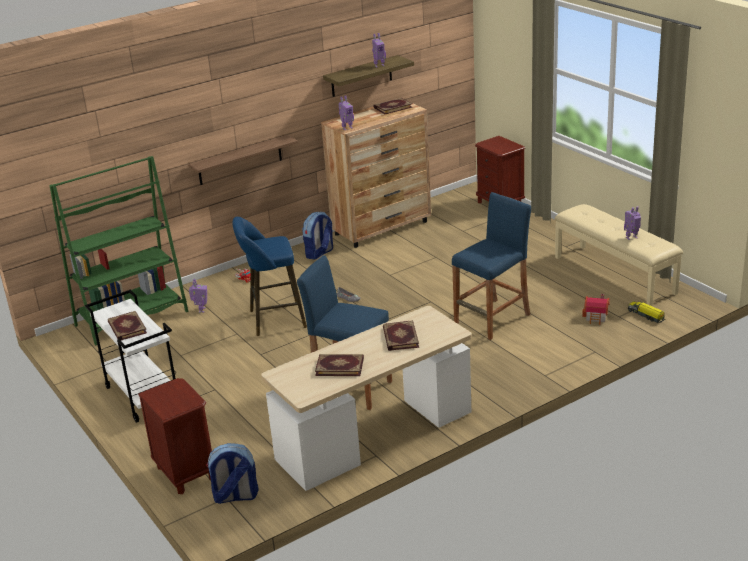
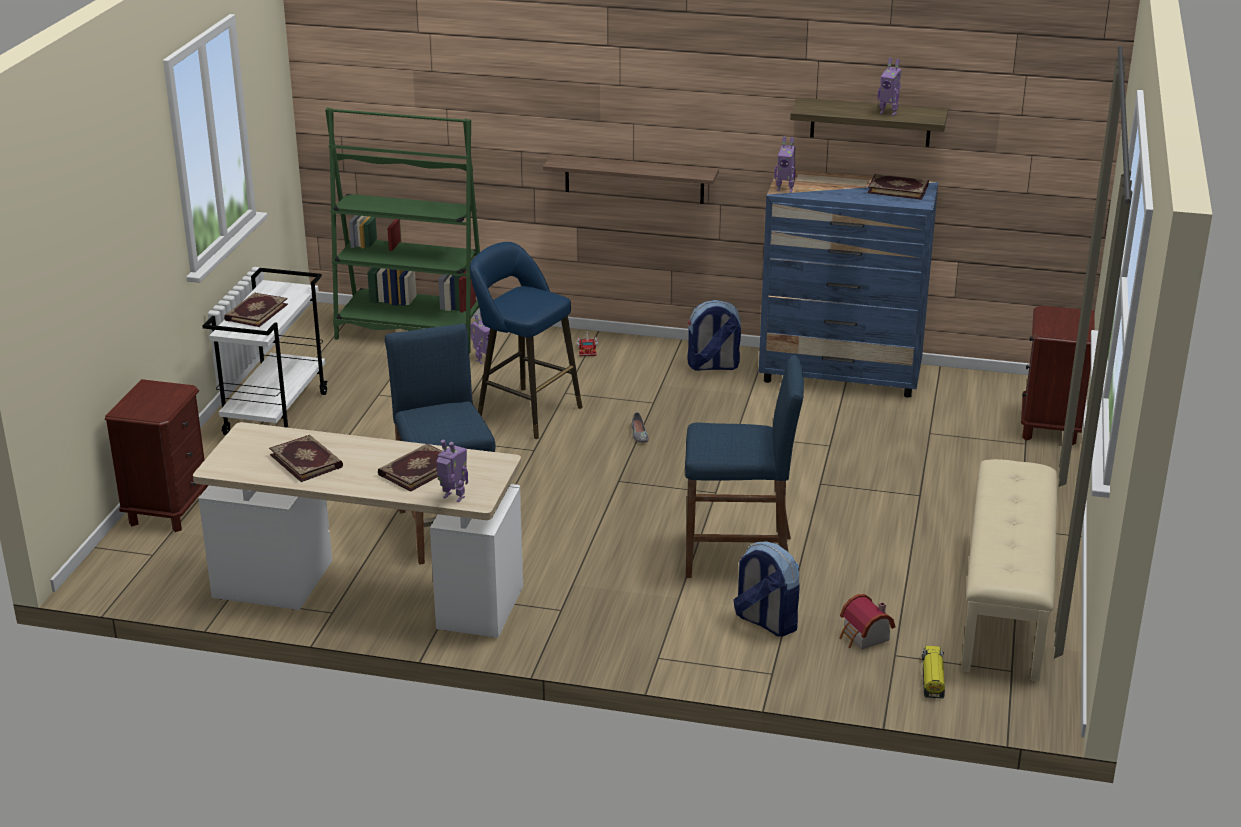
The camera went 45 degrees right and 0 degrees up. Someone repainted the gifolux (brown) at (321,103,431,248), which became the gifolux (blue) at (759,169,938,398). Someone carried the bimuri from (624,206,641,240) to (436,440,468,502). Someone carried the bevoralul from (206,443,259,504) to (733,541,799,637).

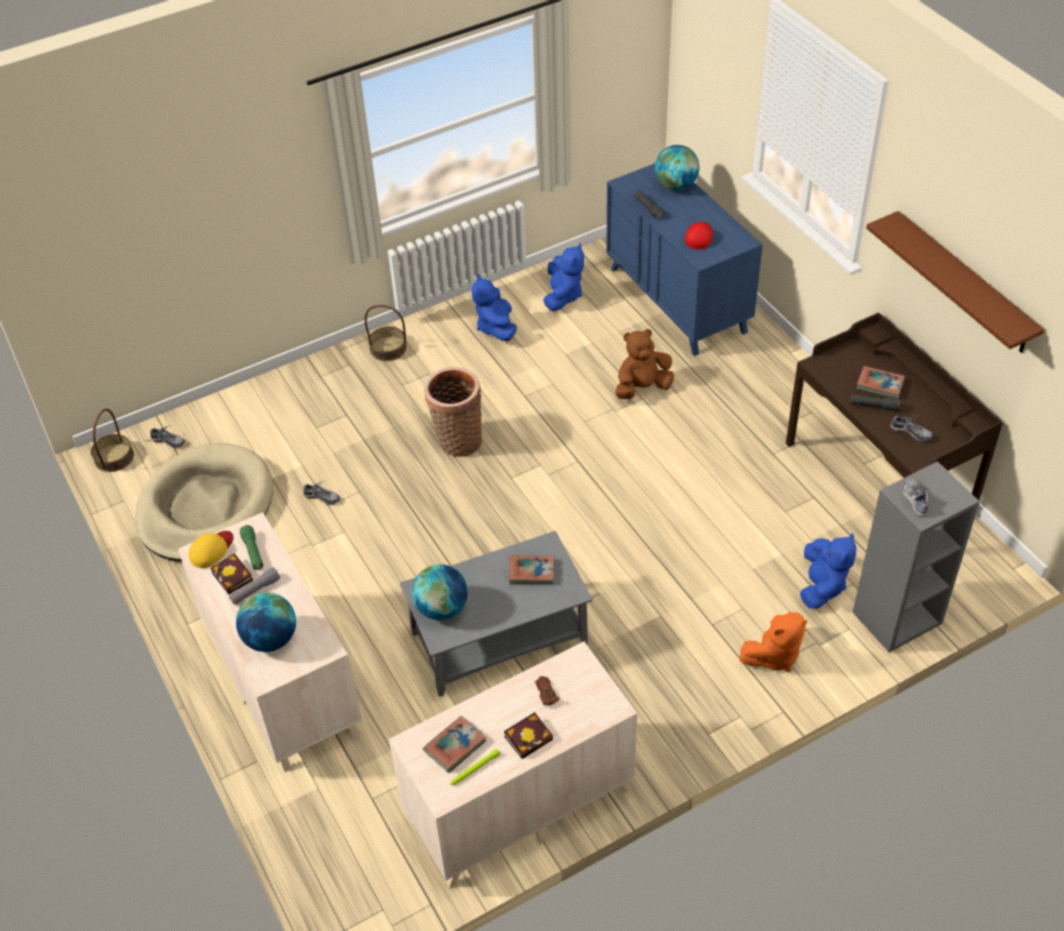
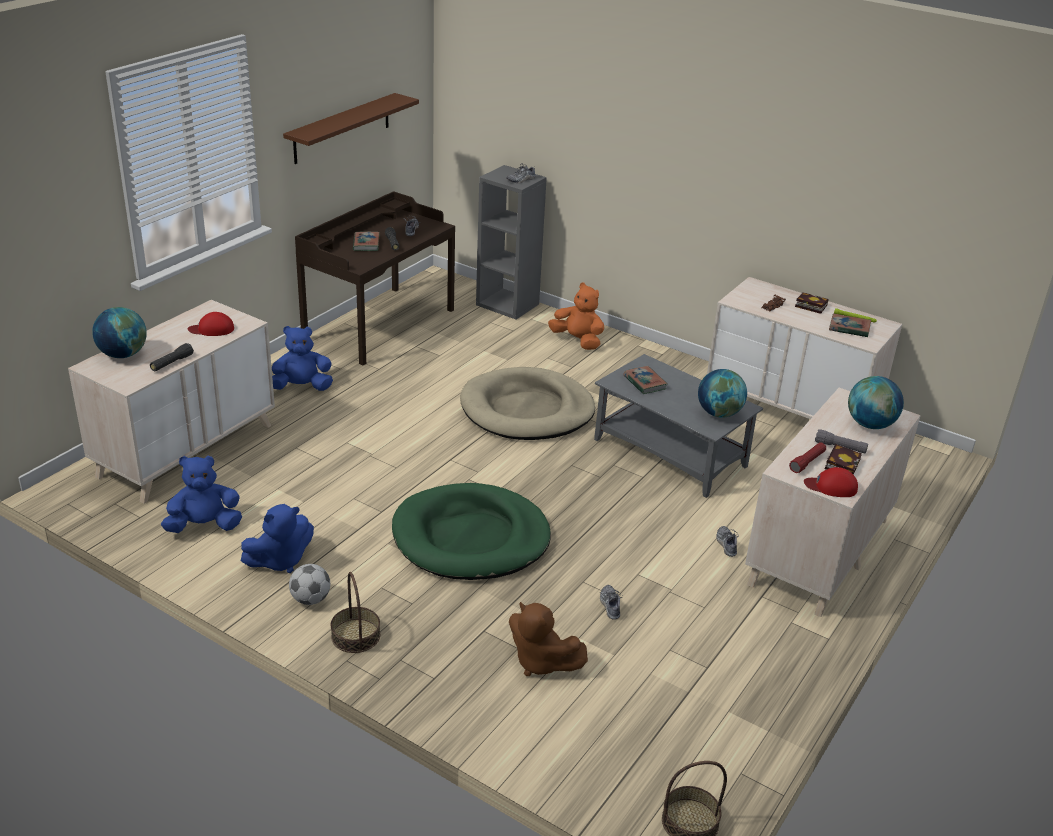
The camera went 120 degrees left and 15 degrees down. Someone repainted the gifolux (blue) at (606,163,762,356), which became the gifolux (beige) at (68,300,275,504). Someone carried the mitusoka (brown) from (615,329,674,399) to (509,602,588,676). Someone swapped the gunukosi at (424,367,482,457) for the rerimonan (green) at (392,483,551,580). Someone carried the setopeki from (150,426,185,448) to (716,526,739,557). Someone carried the rerimonan (beige) from (135,443,273,562) to (460,367,595,440). Someone repainted the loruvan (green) at (240,525,263,570), which became the loruvan (red) at (789,442,826,473). Someone repainted the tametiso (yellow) at (188,531,233,568), which became the tametiso (red) at (804,467,858,497). Someone carried the mitusoka (blue) from (800,533,856,609) to (272,326,333,391). Someone put down the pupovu at (289,564,330,605).

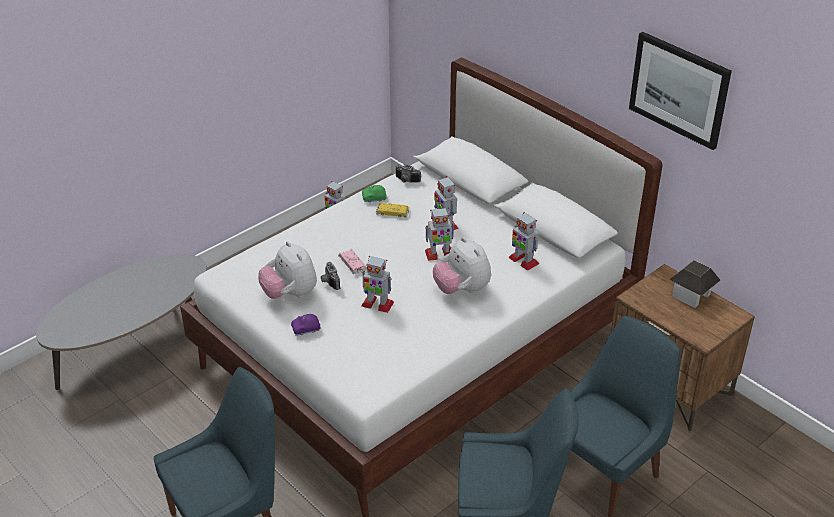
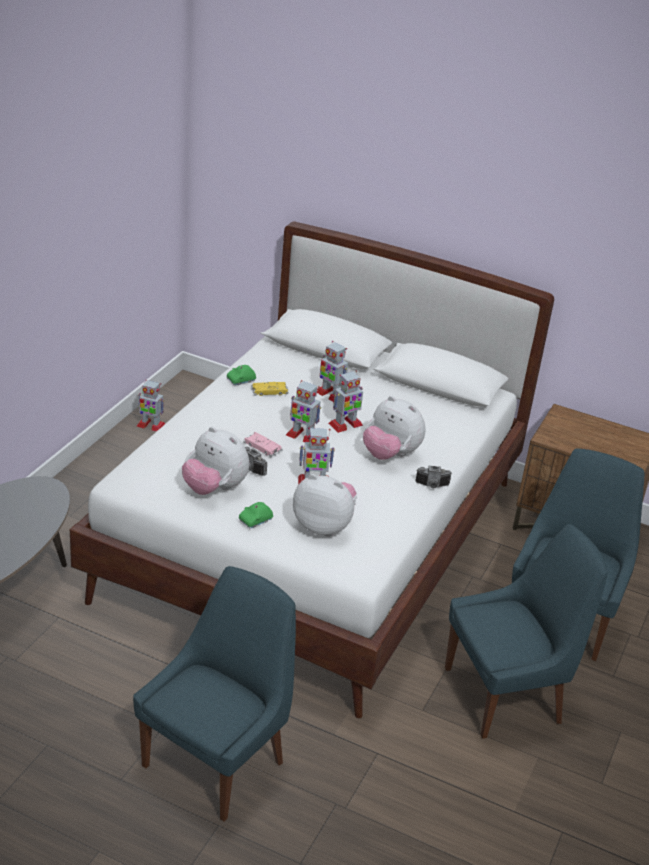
The camera went 25 degrees left and 5 degrees down. Someone took away the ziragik at (629,32,732,150). Someone carried the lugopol from (396,165,421,183) to (415,466,452,488). Someone carried the bimuri from (508,212,539,271) to (286,380,321,442). Someone took away the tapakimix at (669,260,720,308). Someone repainted the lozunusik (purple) at (291,314,321,336), which became the lozunusik (green) at (239,502,273,529). Someone put down the mitusoka at (293,474,357,537).

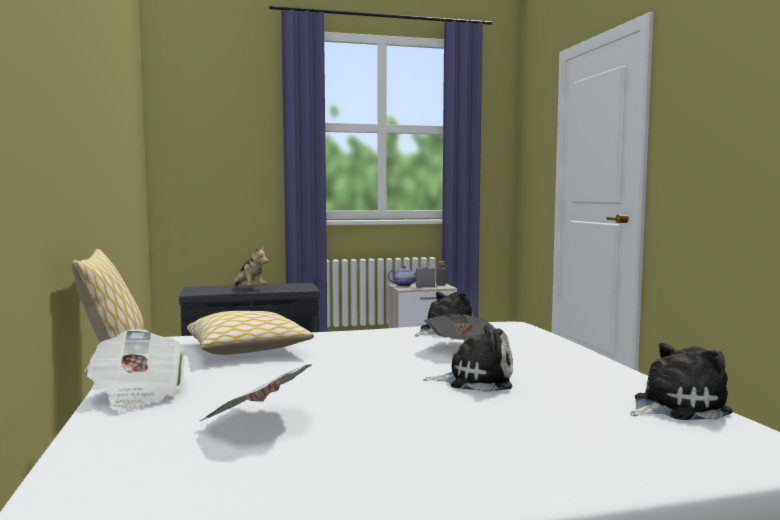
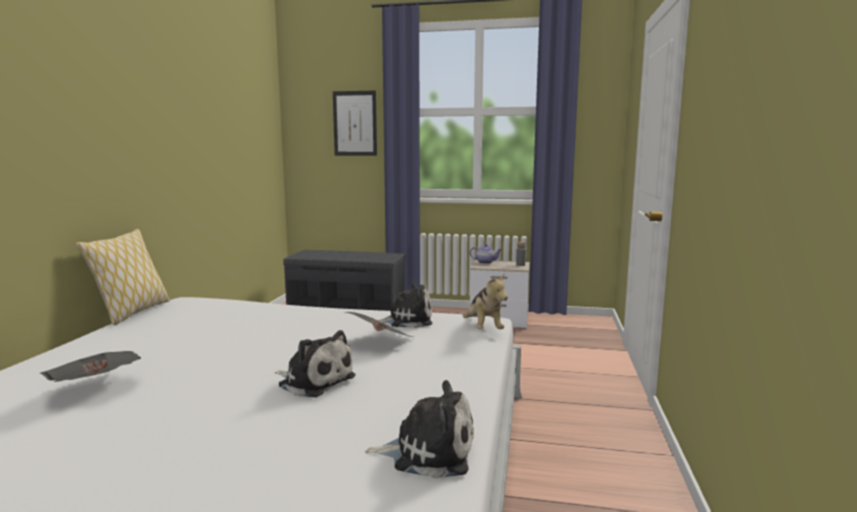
The camera went 25 degrees right and 5 degrees up. Someone carried the mitusoka from (234,246,268,286) to (463,273,508,329). Someone took away the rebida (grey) at (416,263,435,288). Someone took away the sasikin at (187,311,314,355). Someone took away the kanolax at (85,329,186,412). Someone put up the ziragik at (333,90,377,156).

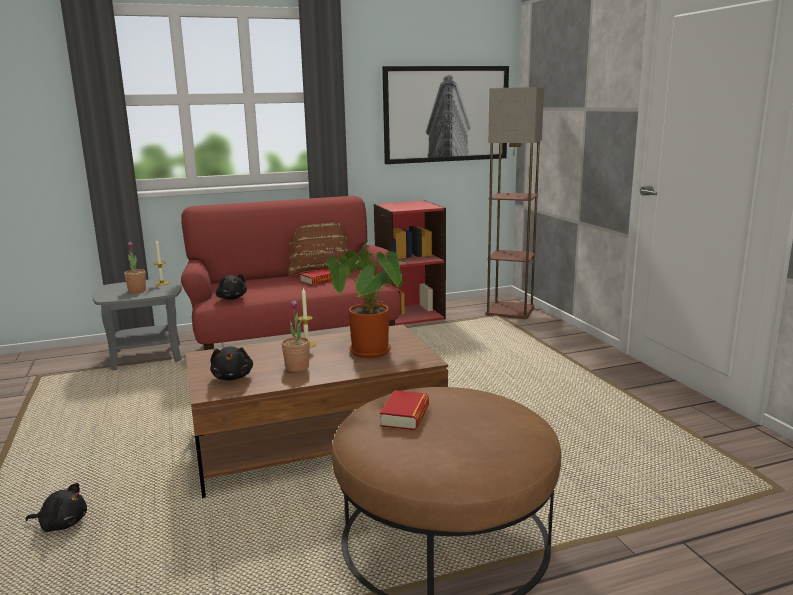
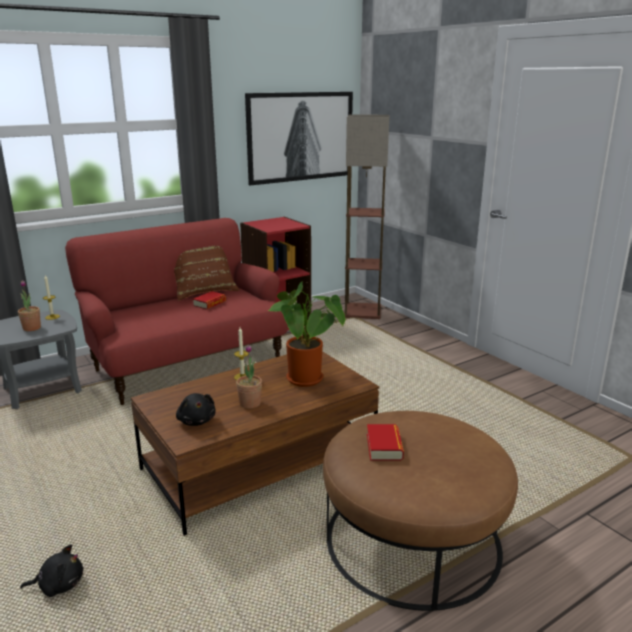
The camera went 15 degrees left and 5 degrees up. Someone took away the mitusoka (black) at (216,274,247,300).

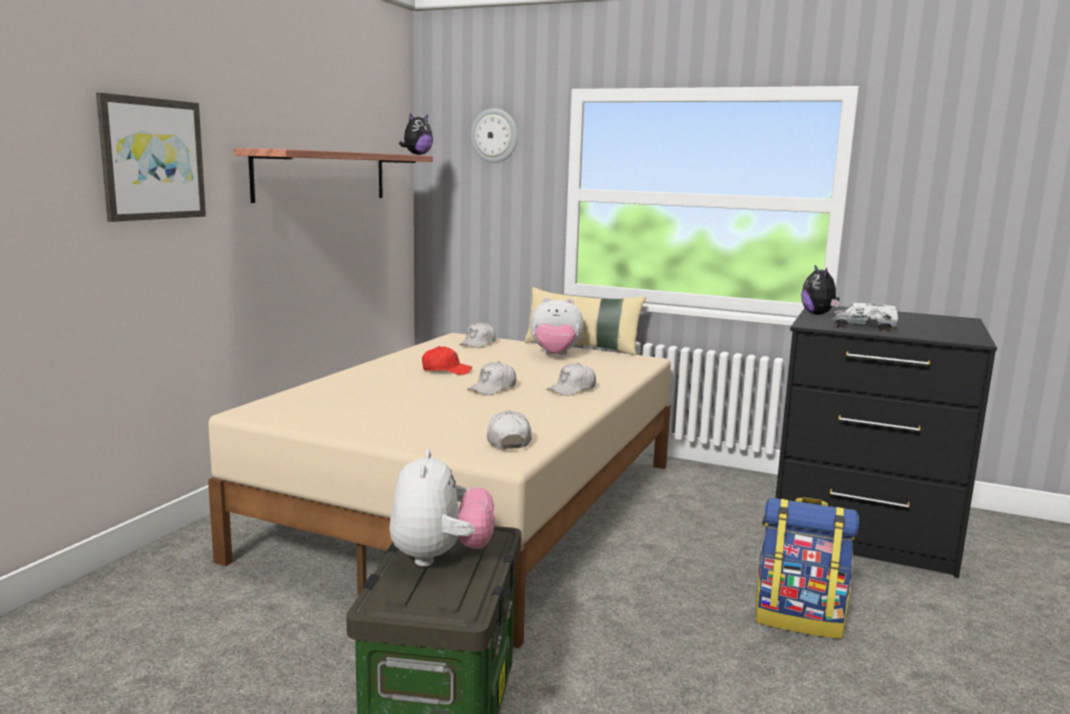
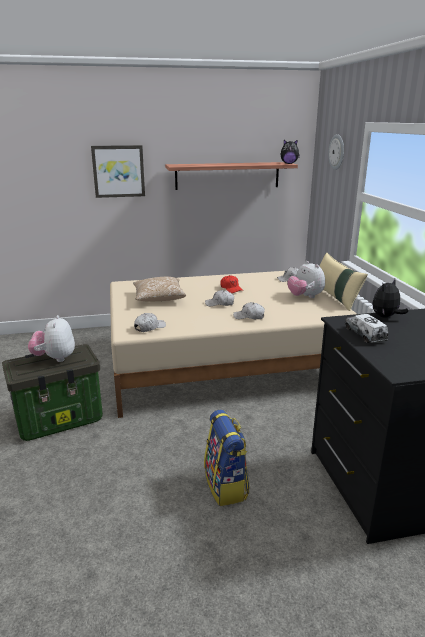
The camera went 55 degrees right and 10 degrees up. Someone rotated the mitusoka at (389,449,495,567) by 120 degrees clockwise. Someone put down the sasikin at (133,277,186,301).

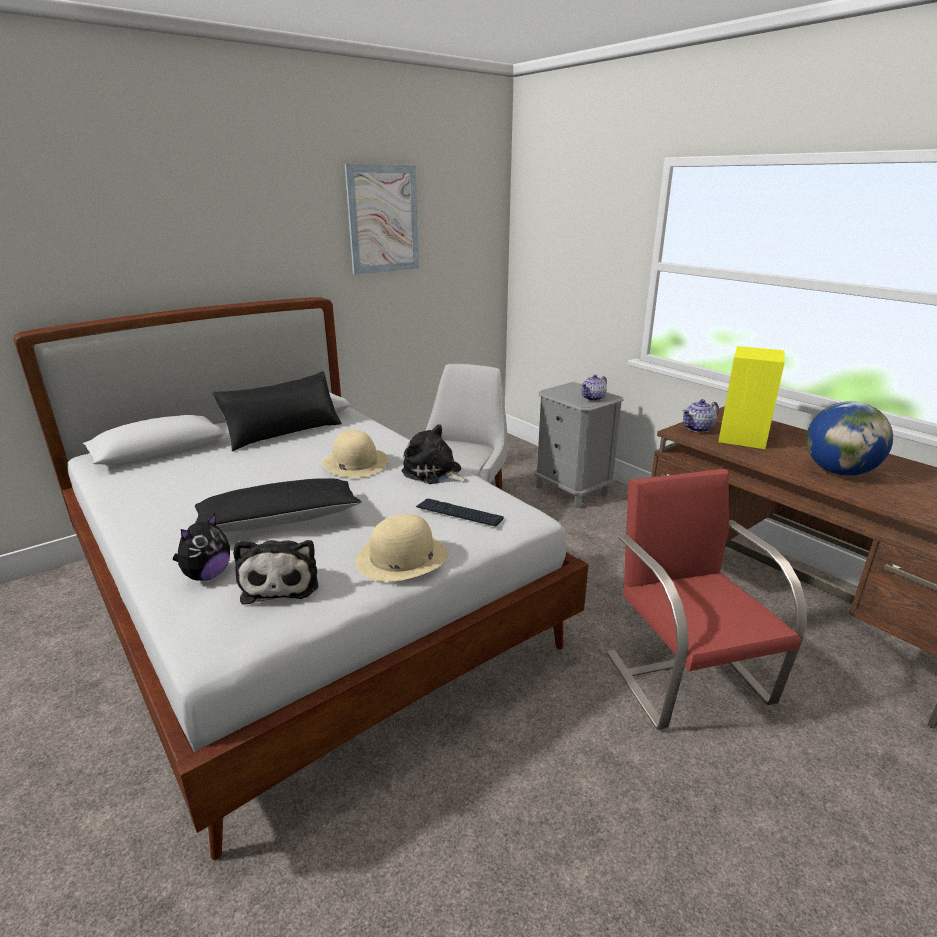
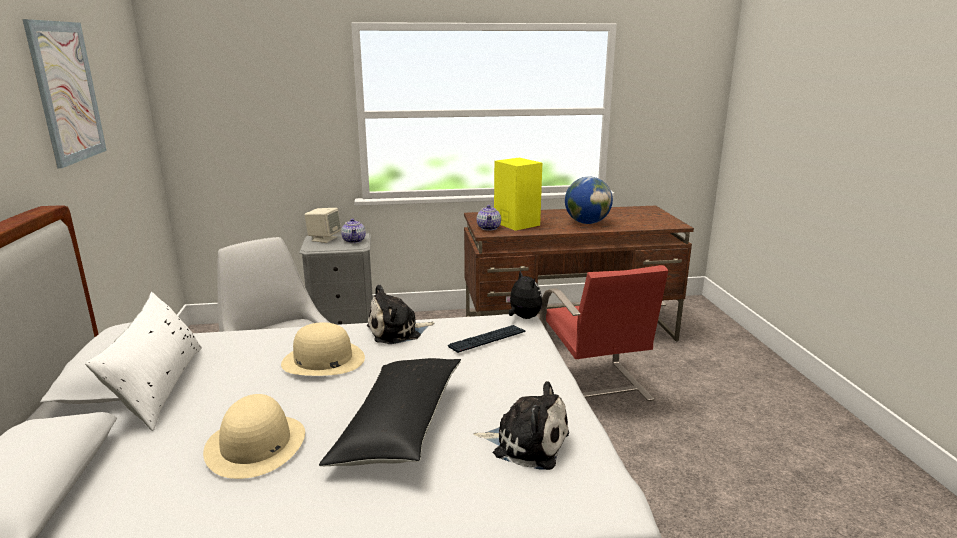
The camera went 60 degrees left and 5 degrees down. Someone repainted the sasikin (black) at (212,371,342,451), which became the sasikin (white) at (85,292,202,431). Someone rotated the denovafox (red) at (606,469,807,730) by 120 degrees counterclockwise. Someone carried the mitusoka from (173,513,230,581) to (506,270,542,319). Someone carried the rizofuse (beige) from (356,514,448,582) to (203,394,305,479). Someone put down the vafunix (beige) at (305,208,341,243).

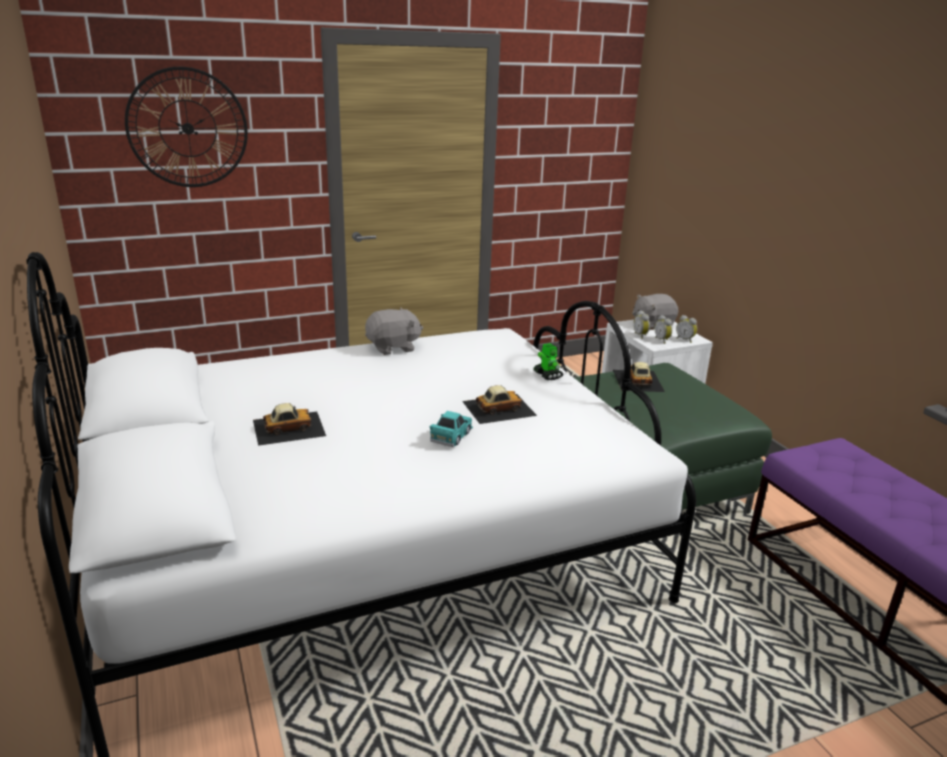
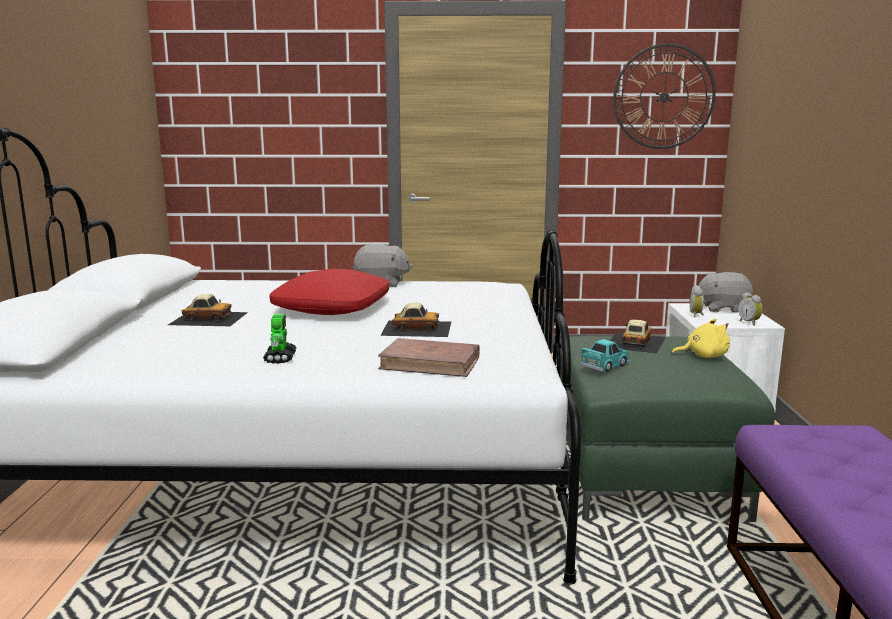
The camera went 25 degrees right and 10 degrees down. Someone carried the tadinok from (125,66,248,187) to (613,43,716,149). Someone took away the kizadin at (654,315,672,344). Someone carried the bimuri from (533,343,563,380) to (263,314,297,364). Someone carried the lozunusik (turquoise) from (430,411,473,447) to (581,339,630,372). Someone put down the sasikin (red) at (270,269,390,315). Someone put down the mitusoka (yellow) at (672,318,730,358). Someone put down the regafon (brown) at (378,338,480,377).

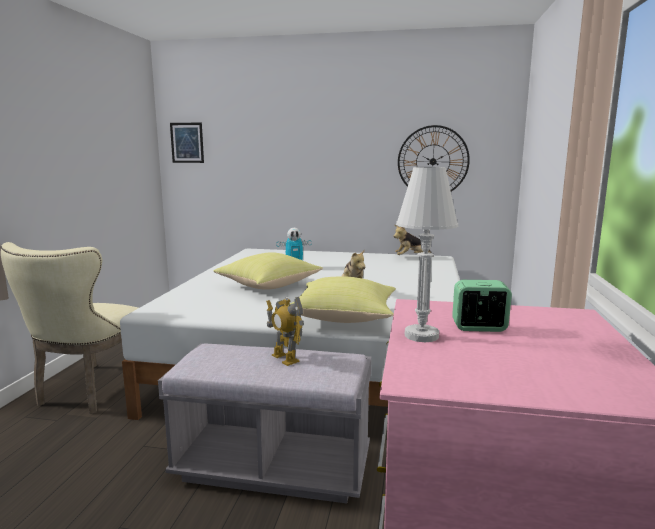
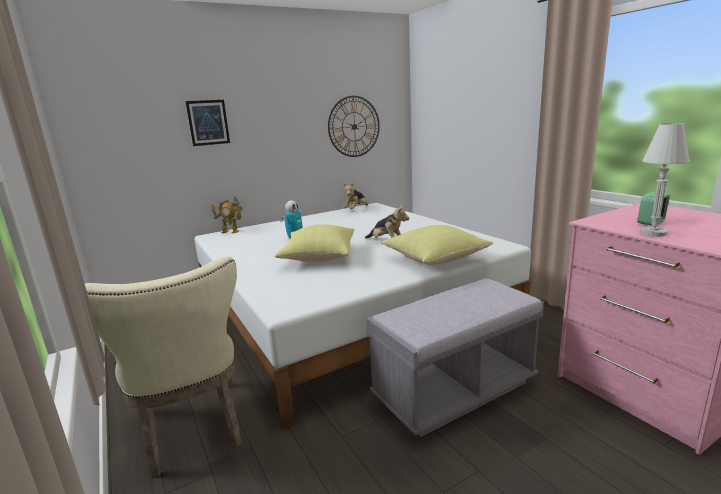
The camera went 40 degrees left and 5 degrees up. Someone carried the ziragik from (170,123,204,163) to (185,100,230,146). Someone carried the bimuri from (266,297,304,366) to (211,196,243,233).

